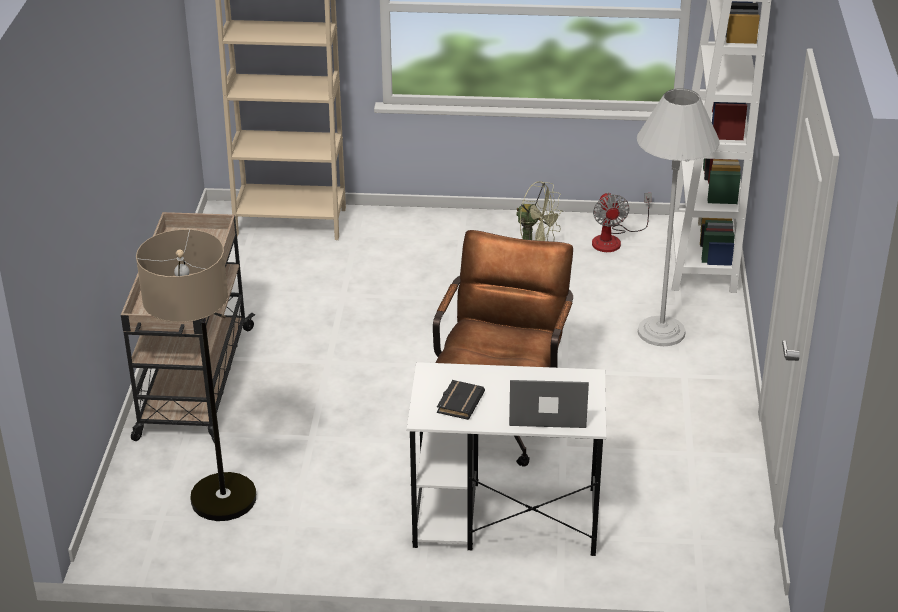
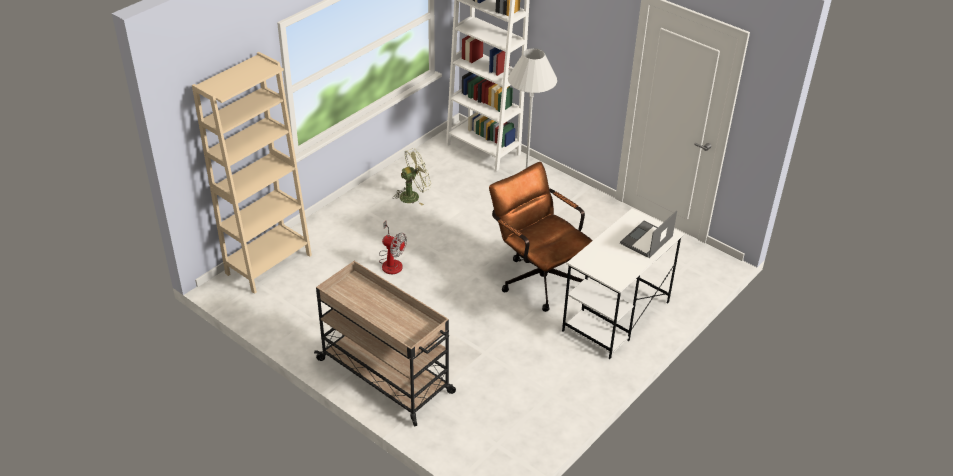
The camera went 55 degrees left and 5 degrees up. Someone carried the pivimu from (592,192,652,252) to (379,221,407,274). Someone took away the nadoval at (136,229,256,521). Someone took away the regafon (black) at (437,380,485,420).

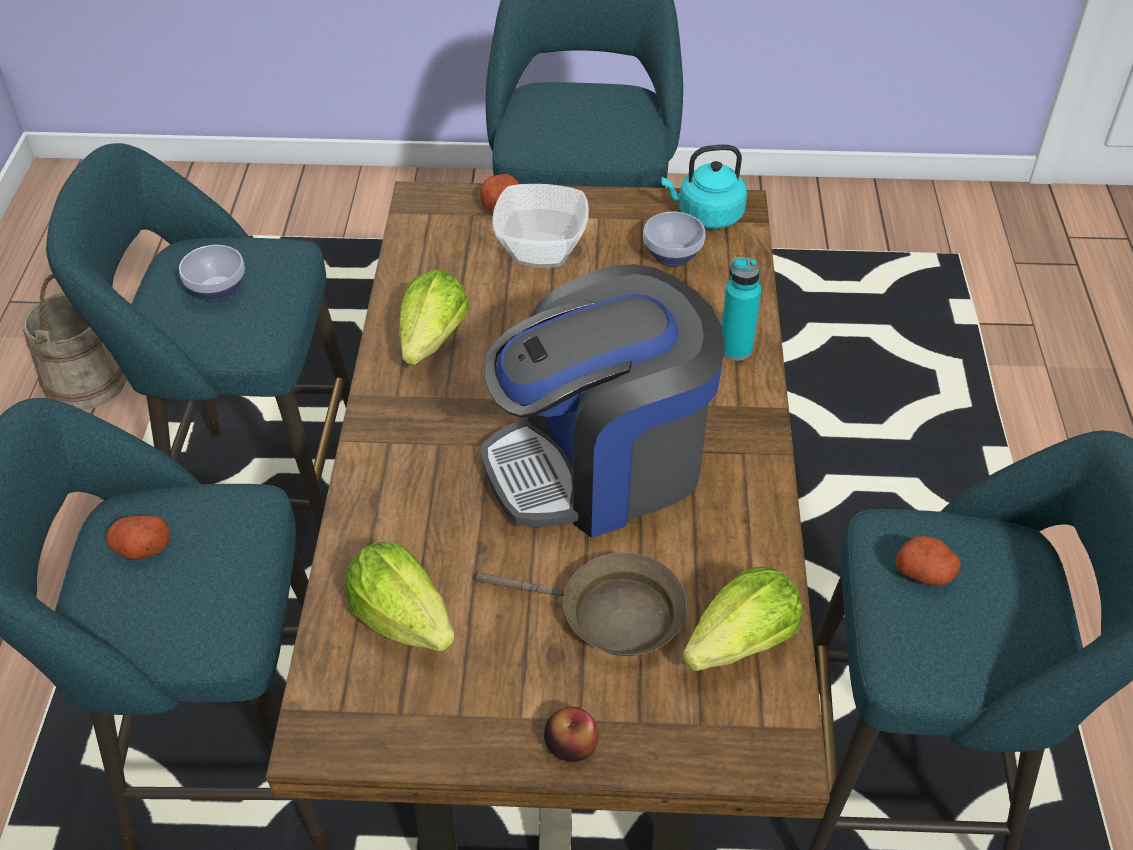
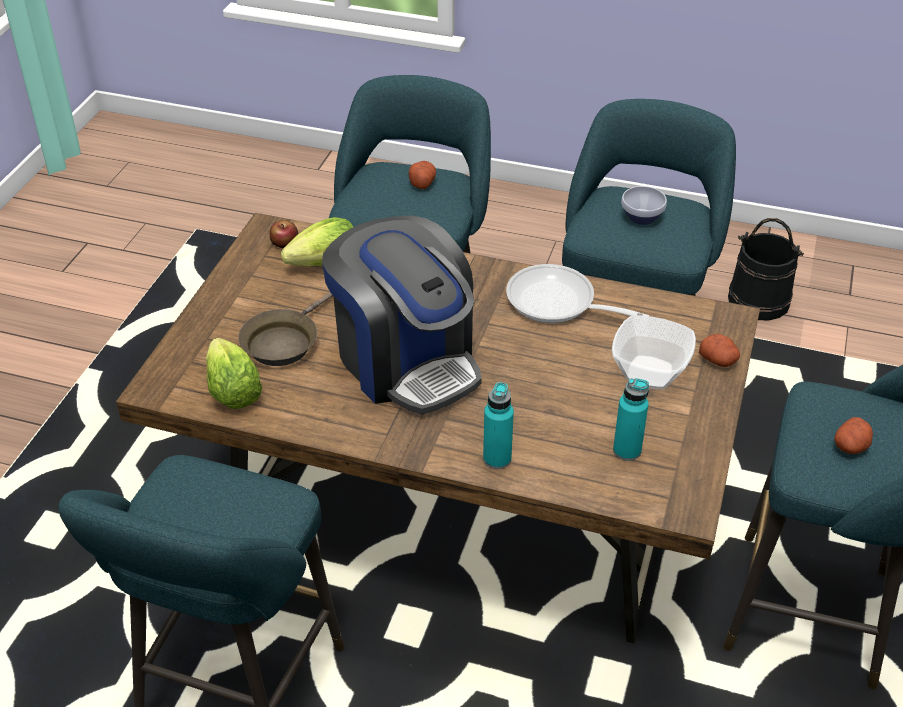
The camera went 105 degrees right and 5 degrees down. Someone took away the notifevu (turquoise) at (661,145,747,229). Someone swapped the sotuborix at (643,212,705,267) for the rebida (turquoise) at (613,378,649,461). Someone rotated the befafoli at (481,264,725,538) by 150 degrees clockwise. Someone swapped the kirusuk at (399,269,470,365) for the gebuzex at (506,264,649,323). Someone repainted the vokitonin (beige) at (22,274,127,410), which became the vokitonin (black) at (728,218,804,321). Someone carried the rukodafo from (896,536,961,586) to (834,417,873,454). Someone carried the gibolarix from (544,707,599,762) to (270,220,298,248).

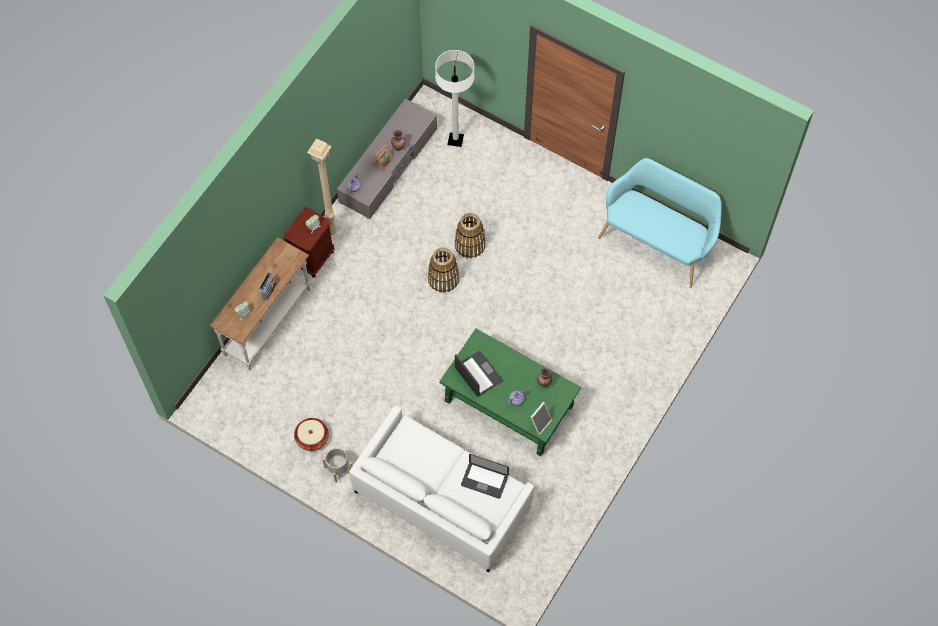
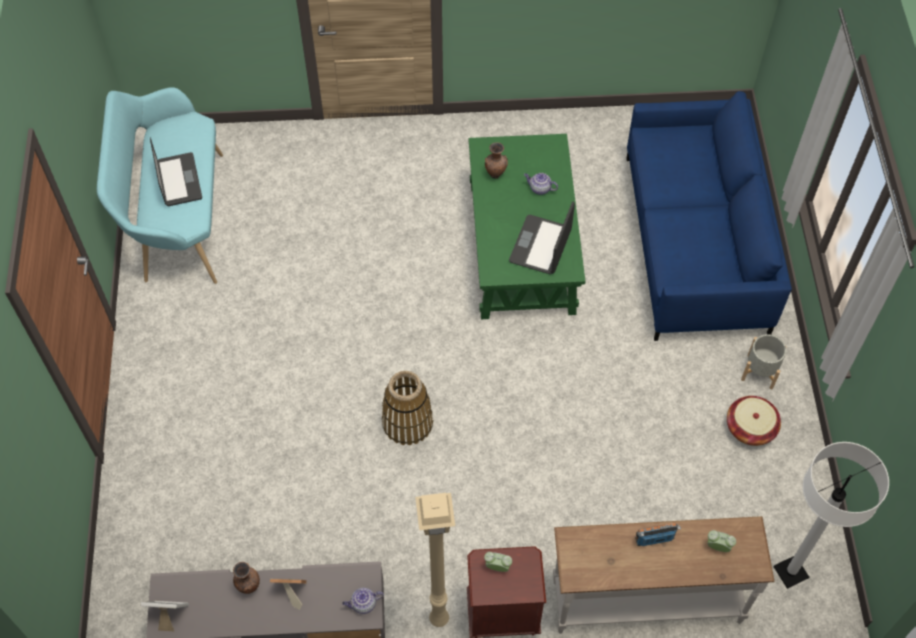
The camera went 125 degrees left and 5 degrees down. Someone carried the nadoval (white) from (435,50,474,147) to (773,442,889,589). Someone took away the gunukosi at (454,213,486,258). Someone carried the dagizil from (530,402,552,435) to (140,601,189,631). Someone repainted the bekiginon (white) at (349,406,534,573), which became the bekiginon (blue) at (626,91,792,341). Someone carried the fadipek from (461,454,509,499) to (150,137,202,206).

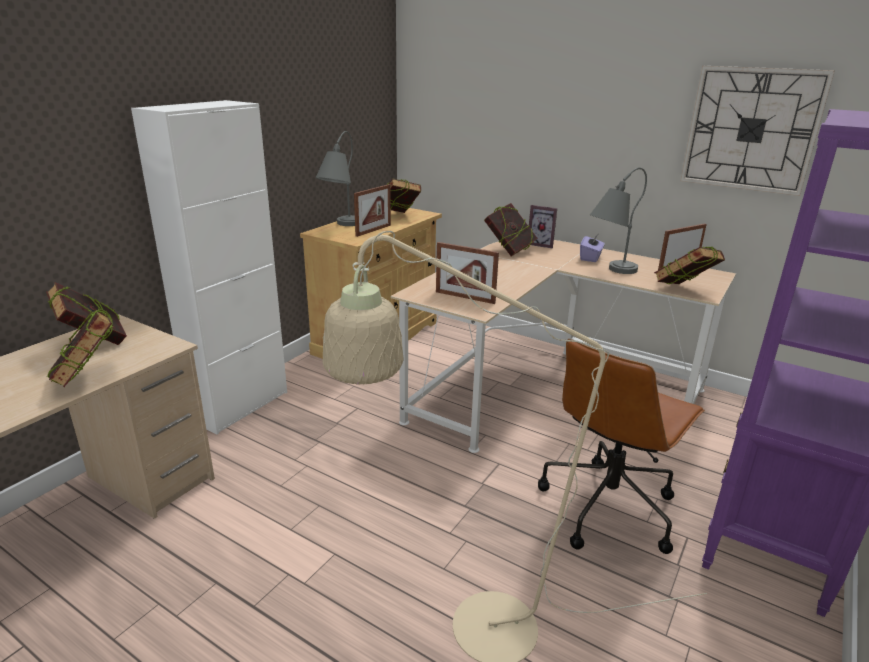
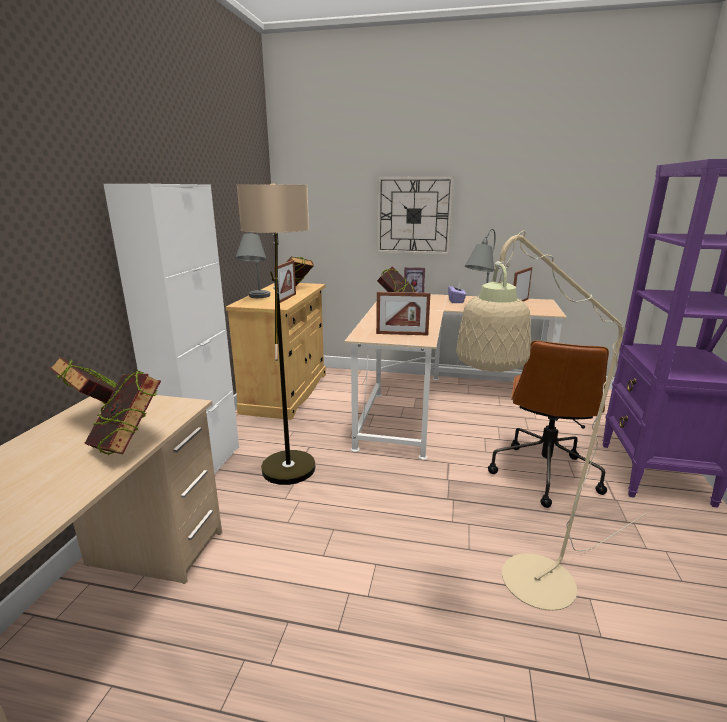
The camera went 20 degrees left and 5 degrees down. Someone carried the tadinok from (680,66,835,196) to (377,176,454,255). Someone took away the regafon at (654,247,725,284). Someone put down the nadoval at (237,183,315,485).

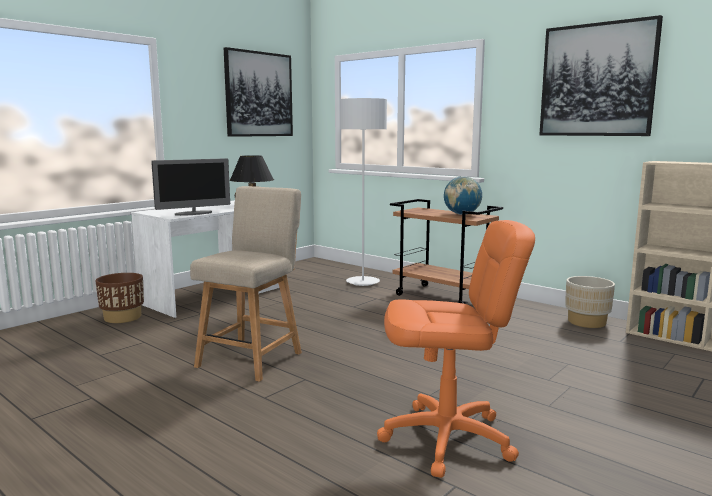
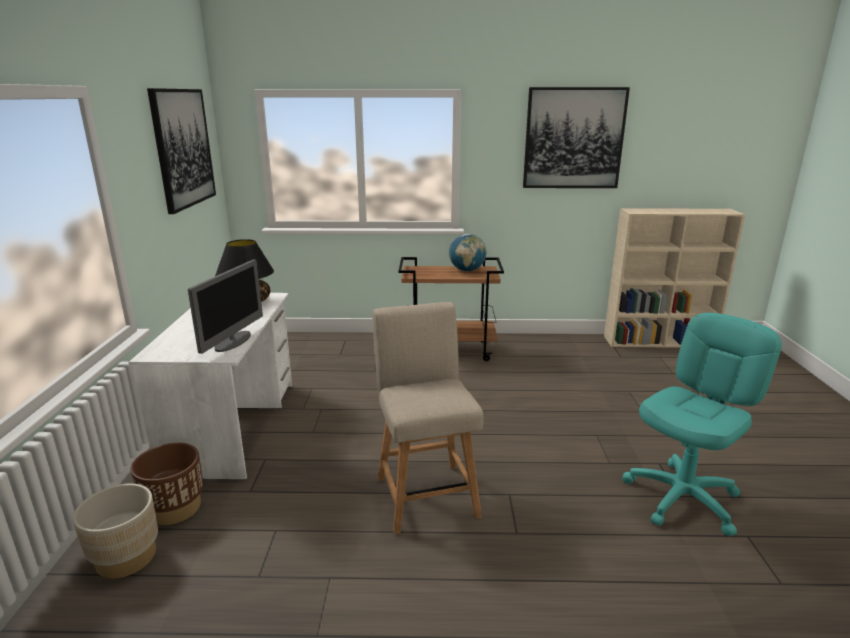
The camera went 40 degrees left and 10 degrees up. Someone took away the nadoval (grey) at (340,98,387,286). Someone repainted the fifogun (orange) at (377,220,535,478), which became the fifogun (turquoise) at (622,313,782,536). Someone carried the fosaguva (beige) from (565,276,615,328) to (73,483,158,579).

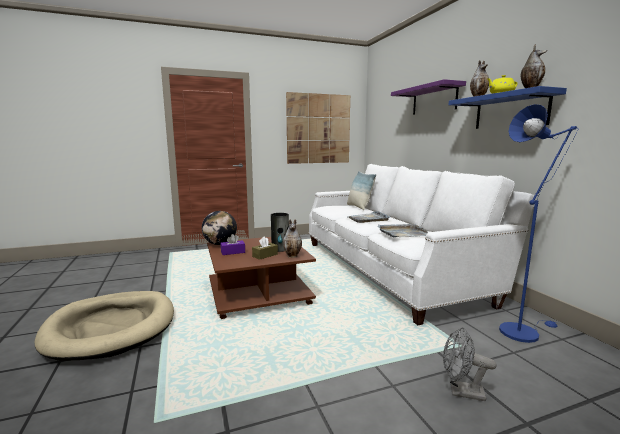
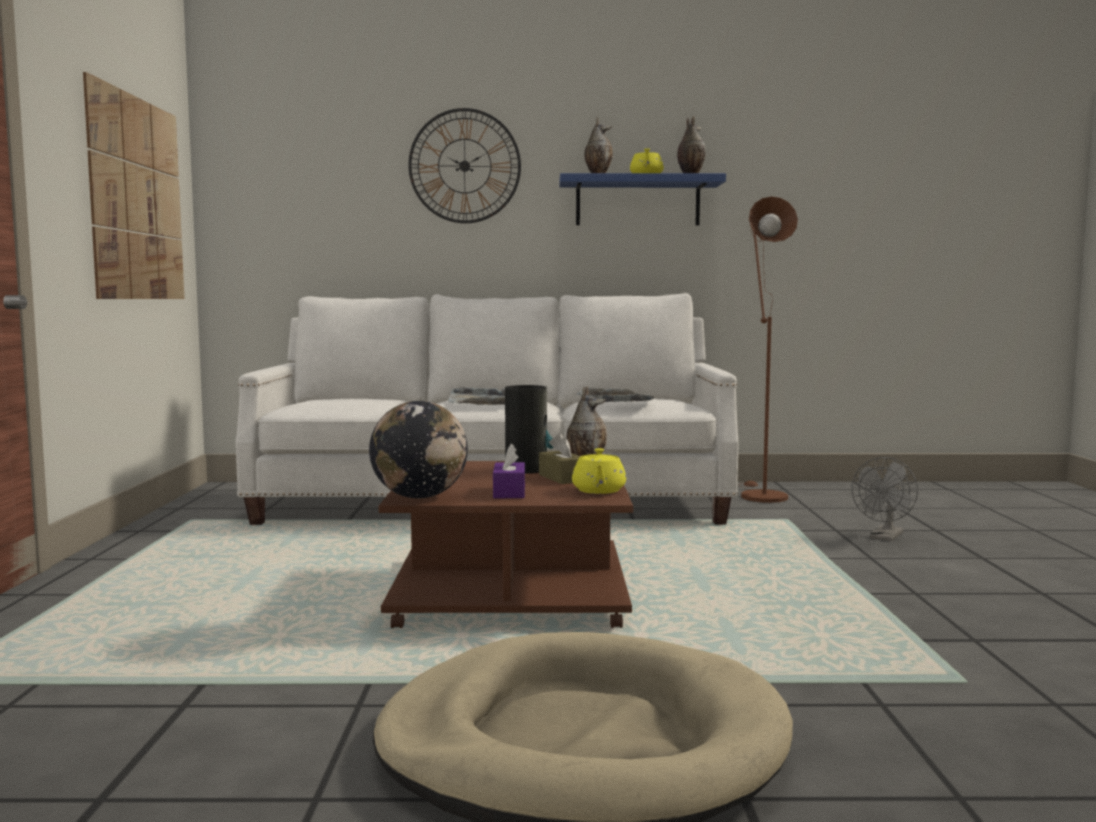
The camera went 70 degrees left and 5 degrees down. Someone swapped the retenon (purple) at (391,79,466,115) for the tadinok at (408,108,521,223). Someone repainted the nadoval (blue) at (499,104,579,343), which became the nadoval (brown) at (737,197,798,503). Someone took away the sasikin at (347,171,376,210). Someone put down the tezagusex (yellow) at (572,448,626,494).

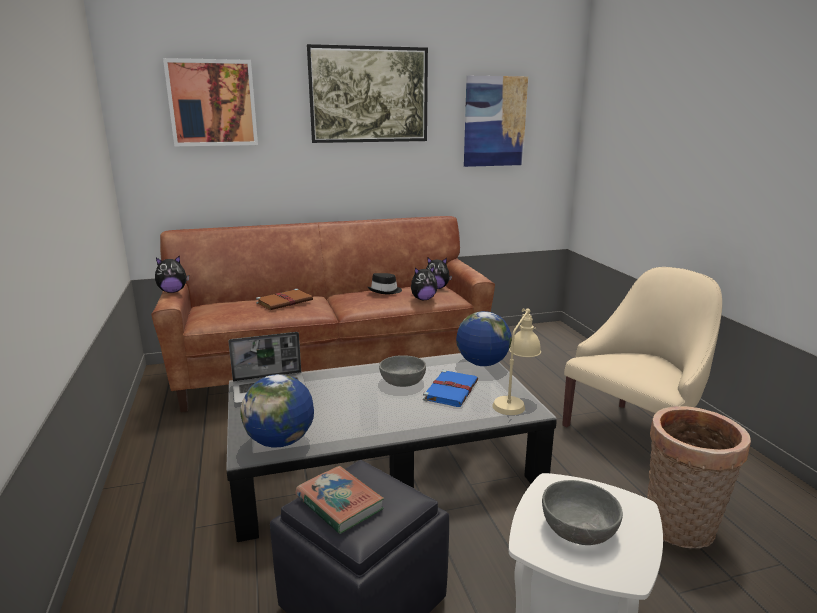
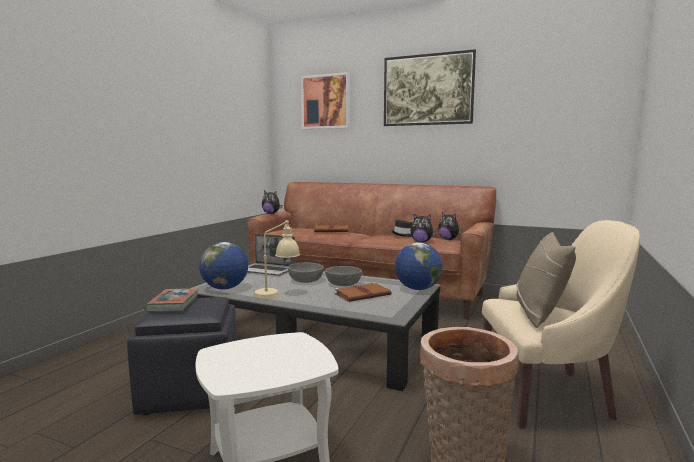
The camera went 40 degrees right and 10 degrees down. Someone took away the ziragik at (464,76,528,167). Someone carried the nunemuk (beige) from (492,308,541,415) to (254,220,300,299). Someone repainted the regafon (blue) at (423,370,478,407), which became the regafon (brown) at (334,282,391,302). Someone carried the sotuborix (grey) from (542,480,623,545) to (288,262,324,283). Someone put down the sasikin (beige) at (517,232,576,328).

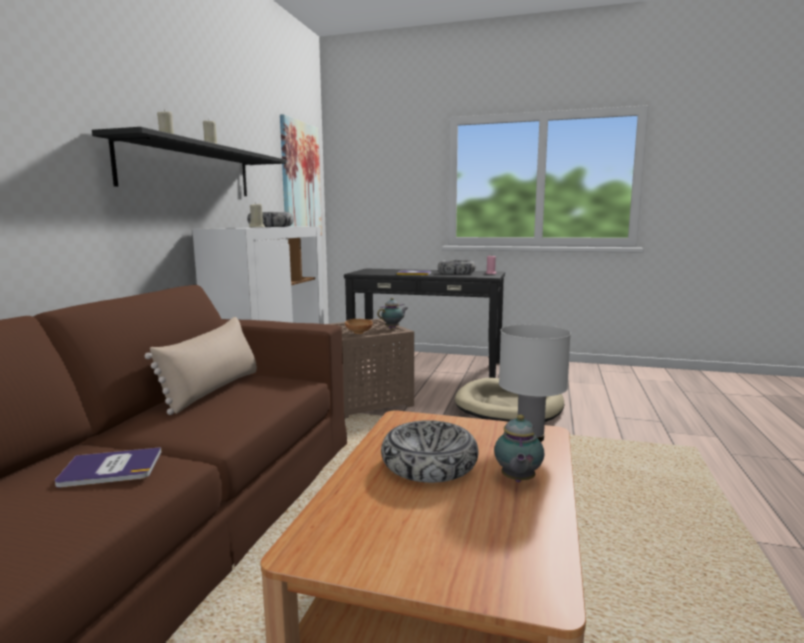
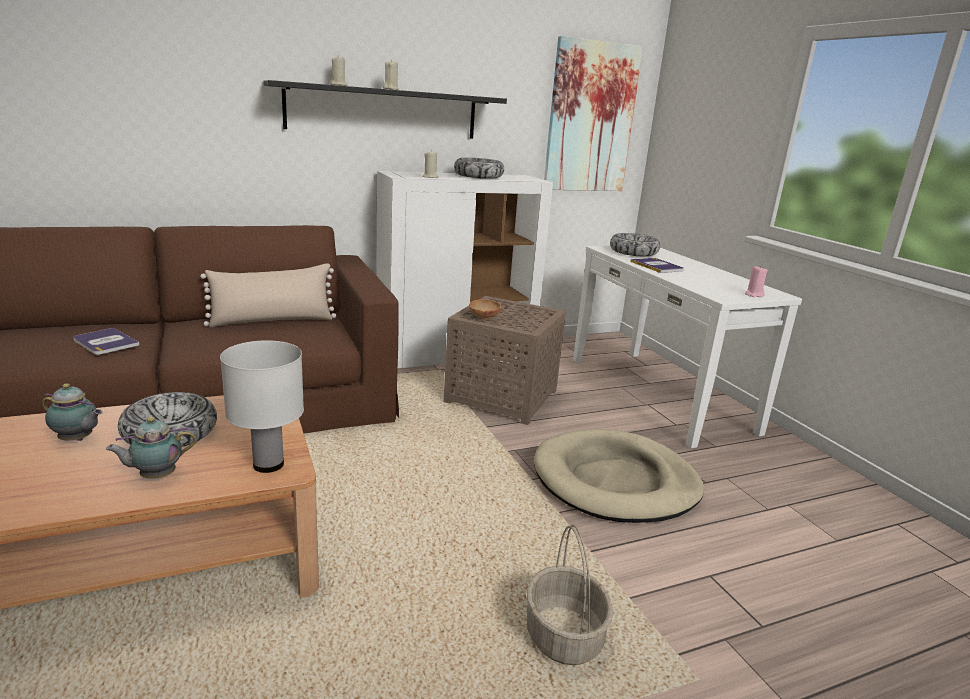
The camera went 50 degrees right and 10 degrees up. Someone carried the sotuborix from (438,260,476,274) to (610,233,660,256). Someone repainted the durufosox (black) at (344,269,505,378), which became the durufosox (white) at (573,246,802,448). Someone carried the tezagusex from (377,298,408,328) to (42,383,103,441). Someone put down the gunukosi at (526,524,613,665).

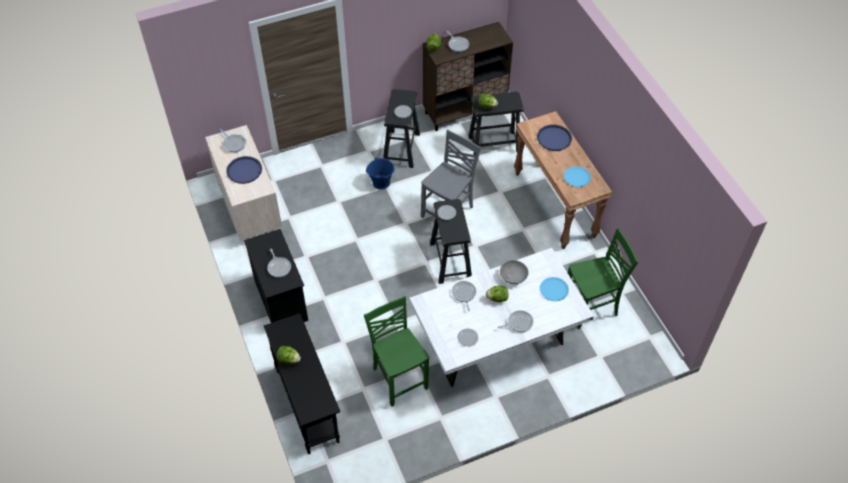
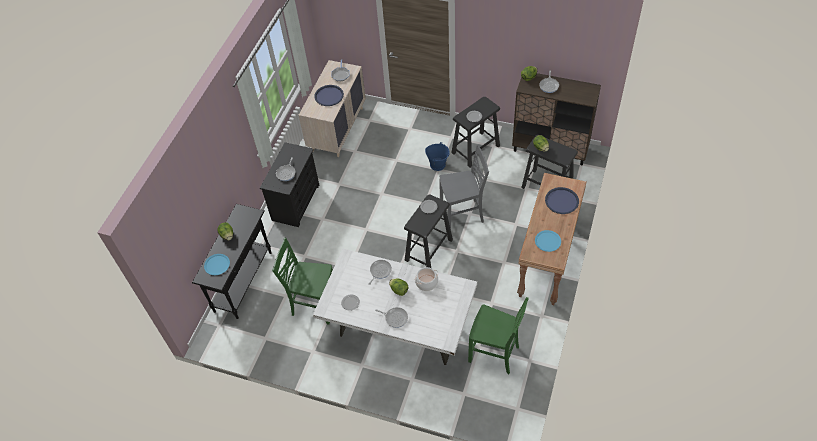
The camera went 45 degrees right and 0 degrees up. Someone swapped the sotuborix (grey) at (500,260,528,284) for the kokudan at (415,267,438,291). Someone carried the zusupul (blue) from (540,277,569,301) to (204,254,230,275). Someone rotated the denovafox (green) at (364,296,430,407) by 90 degrees counterclockwise.

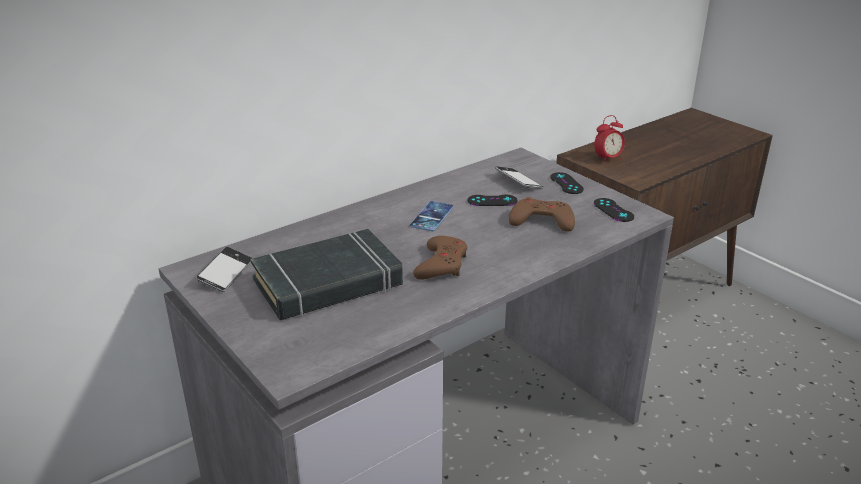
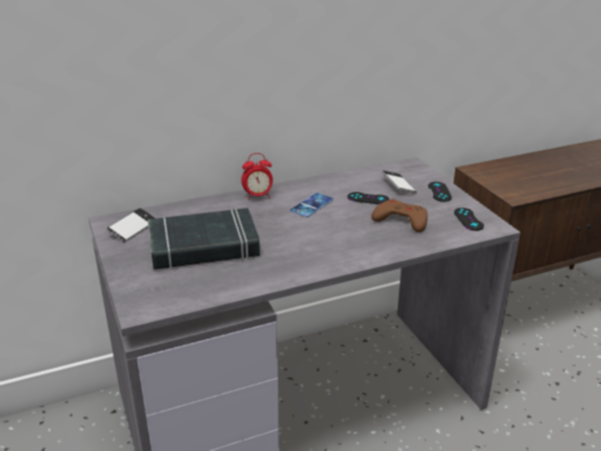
The camera went 15 degrees right and 0 degrees up. Someone carried the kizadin from (594,115,625,163) to (241,153,273,200). Someone took away the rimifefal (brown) at (413,236,467,280).

